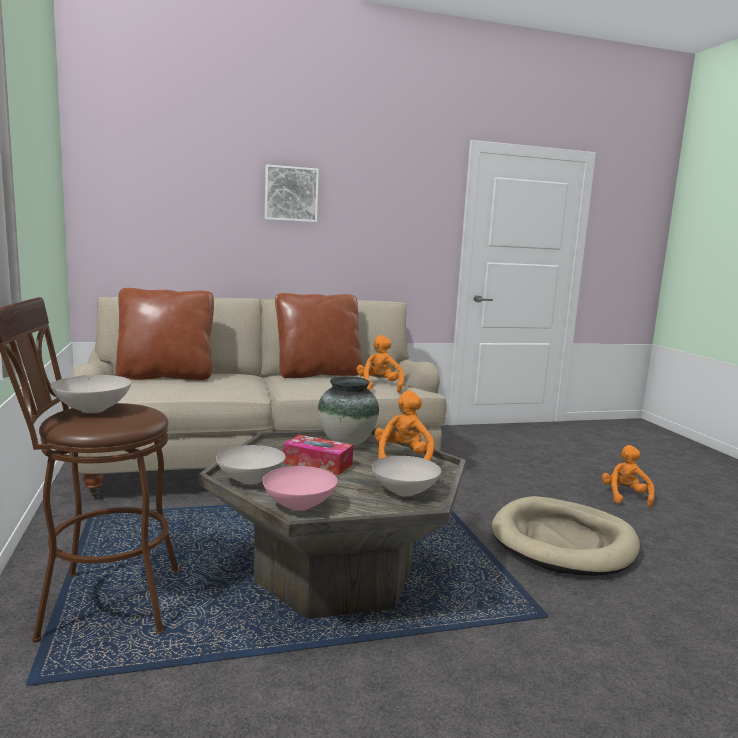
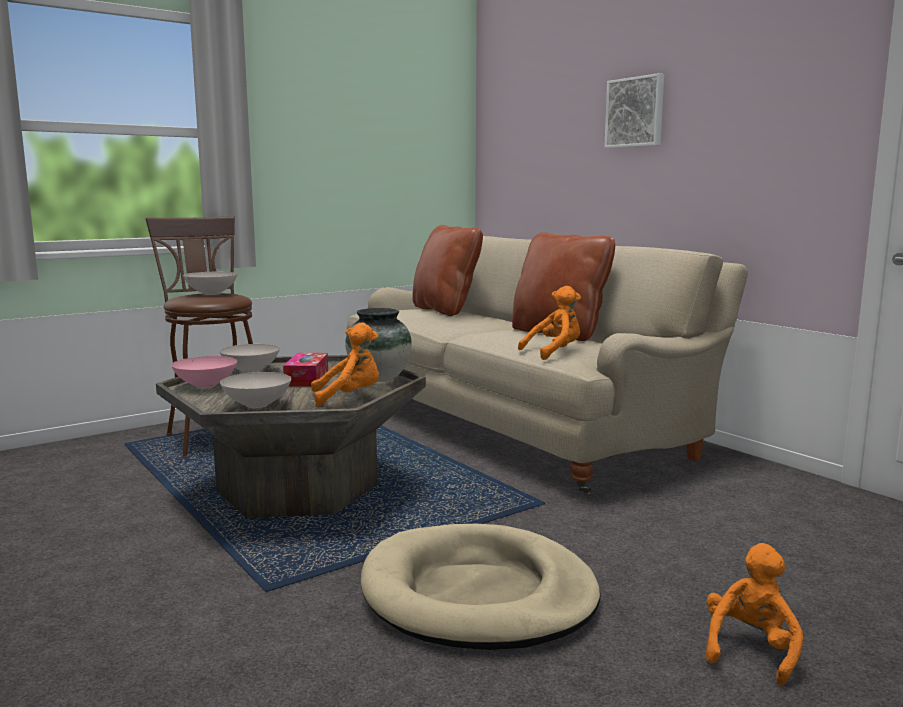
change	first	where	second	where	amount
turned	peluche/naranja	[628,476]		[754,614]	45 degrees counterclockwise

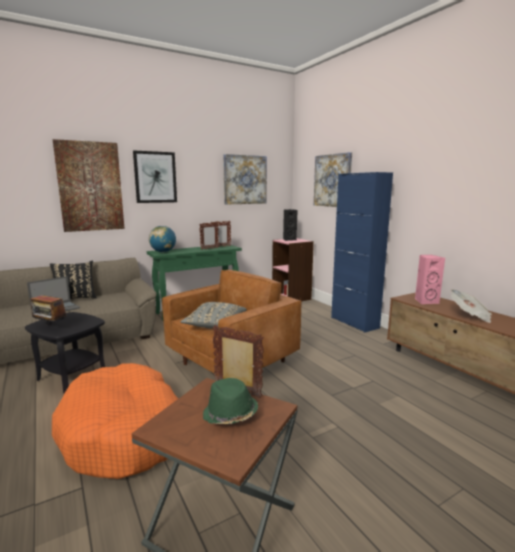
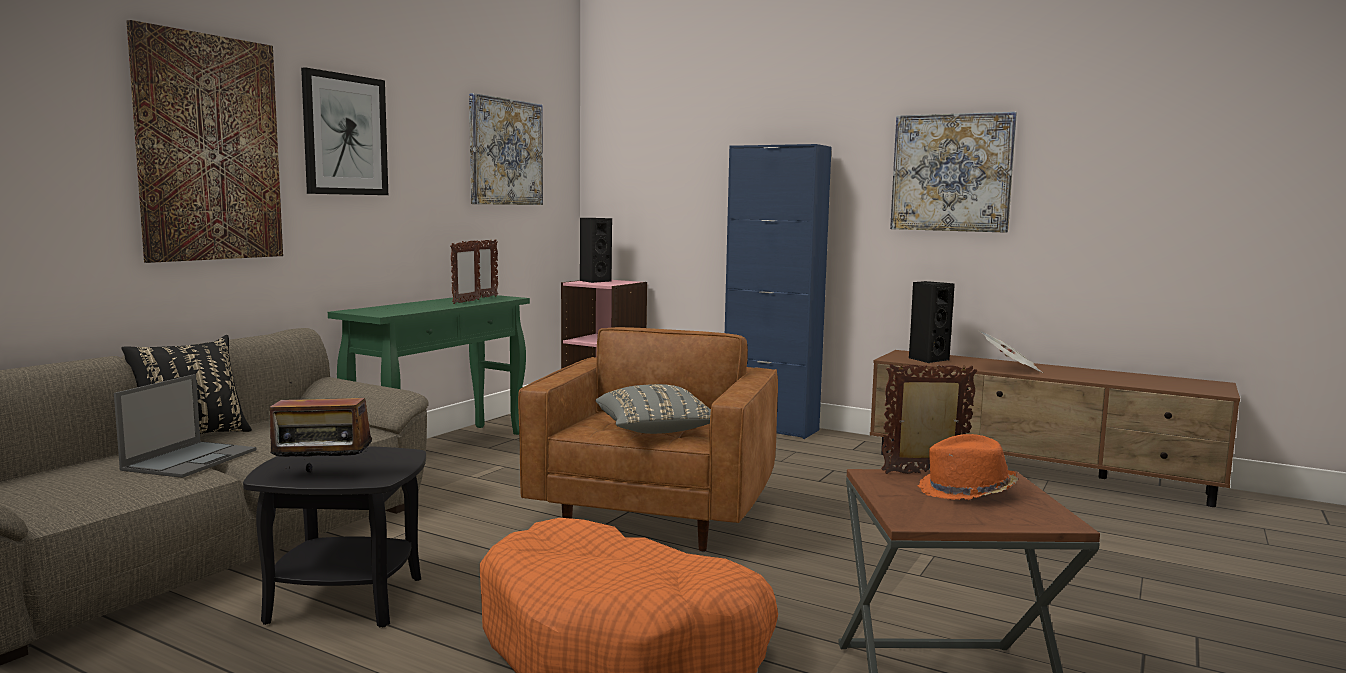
change	first	where	second	where	amount
moved	cuadro	[333,179]		[953,172]	
removed	globo terráqueo	[162,239]			
recoloured	altavoz/rosa	[430,279]	altavoz/negro	[932,322]	
recoloured	sombrero/verde	[230,401]	sombrero/naranja	[967,467]	

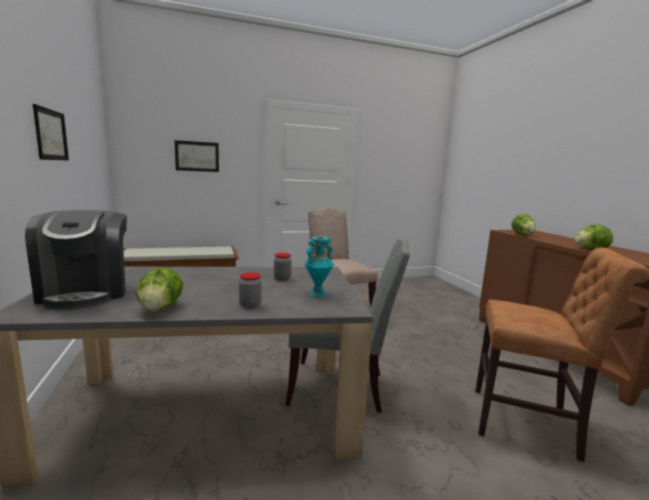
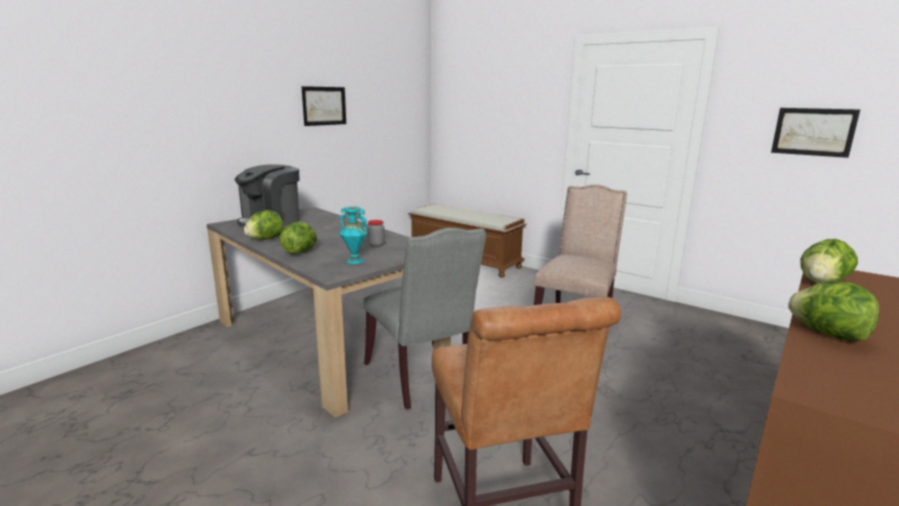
change	first	where	second	where	amount
moved	cuadro	[196,156]		[815,133]	
replaced	tarro	[250,290]	lechuga	[298,238]	

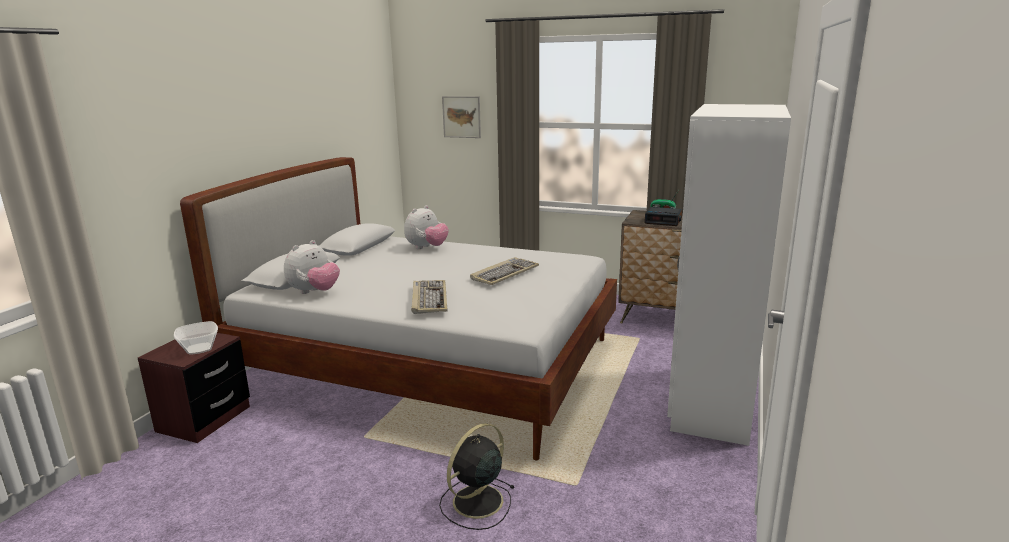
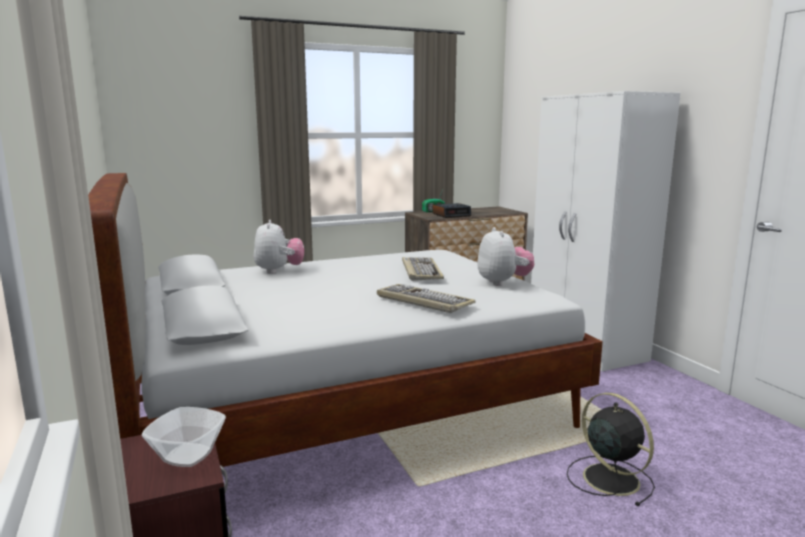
change	first	where	second	where	amount
removed	cuadro	[461,117]			
moved	peluche	[312,267]		[505,256]	
turned	ventilador/negro	[477,476]		[611,449]	150 degrees clockwise

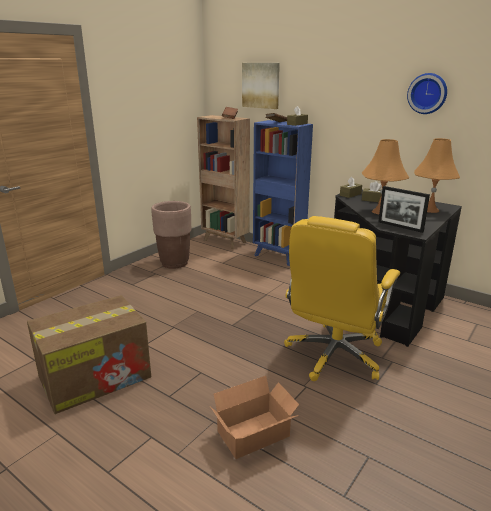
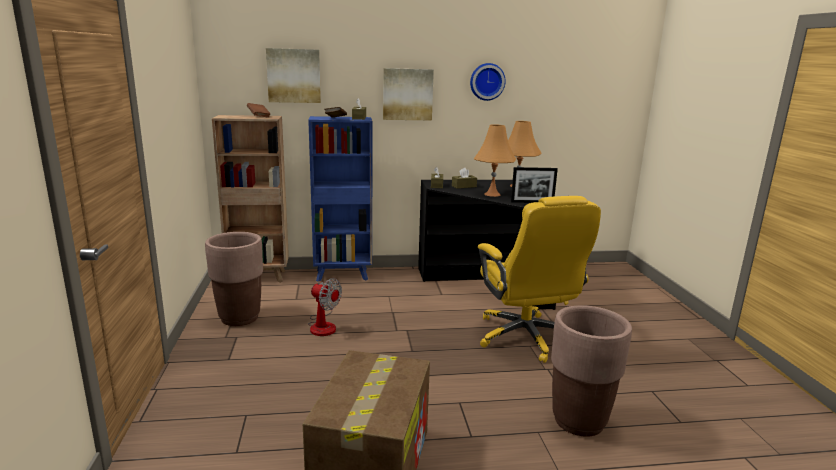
change	first	where	second	where	amount
replaced	caja de cartón	[254,417]	maceta/marrón	[591,371]	
added			cuadro	[408,94]	
added			ventilador	[325,307]	

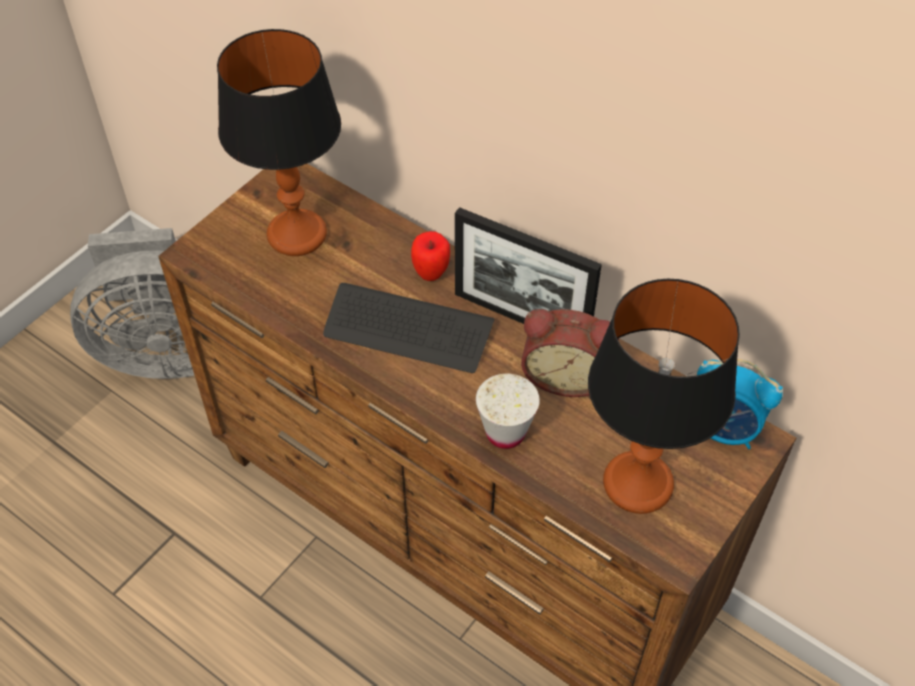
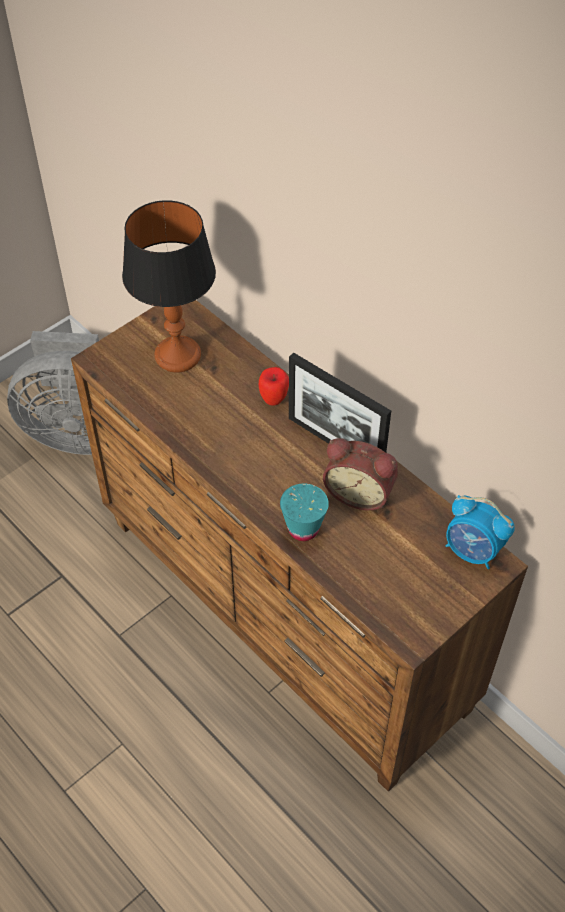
change	first	where	second	where	amount
removed	lámpara de mesa	[664,396]			
removed	teclado	[409,328]			
recoloured	taza/blanco	[508,411]	taza/turquesa	[304,512]	

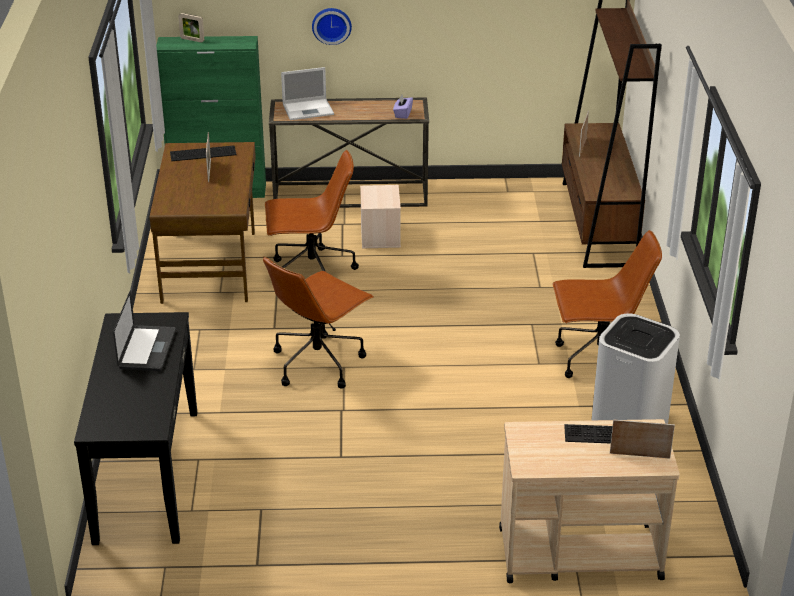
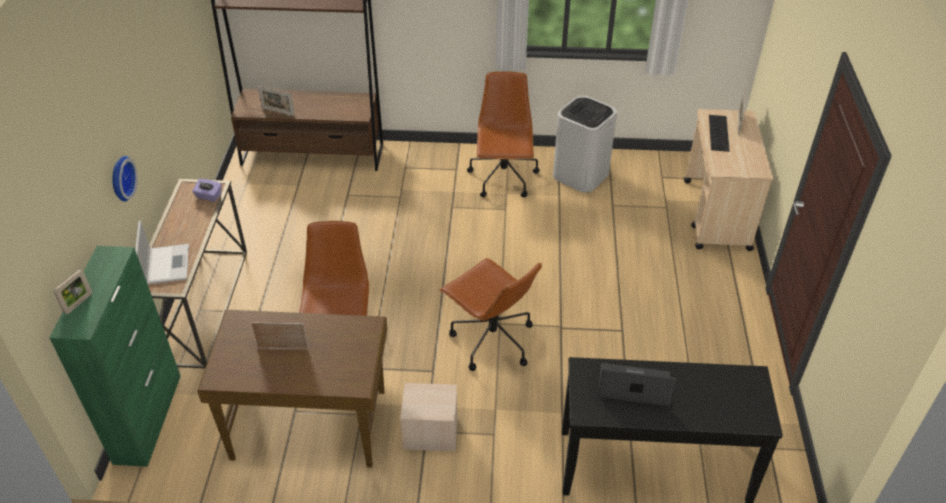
change	first	where	second	where	amount
removed	teclado	[203,153]			
moved	caja de almacenaje/beis	[380,216]		[429,417]	

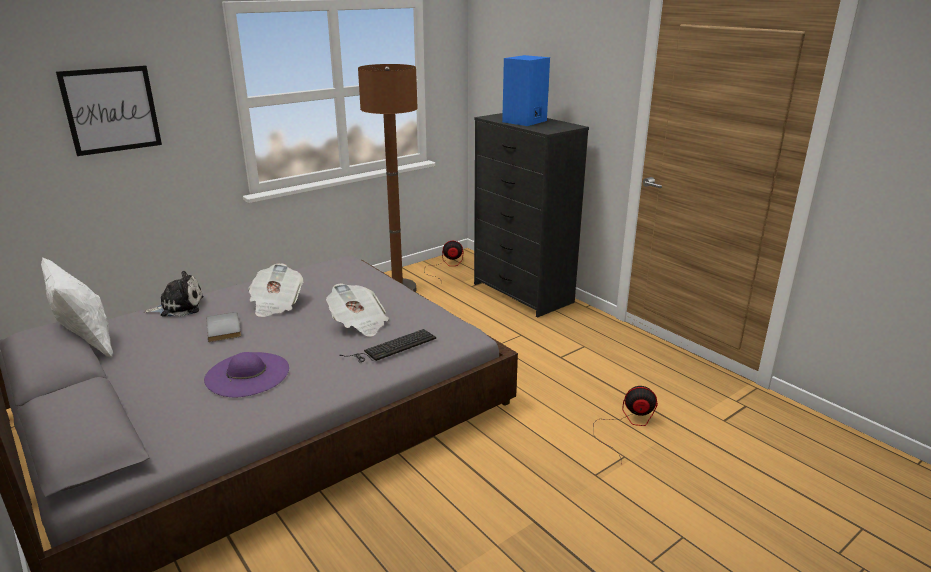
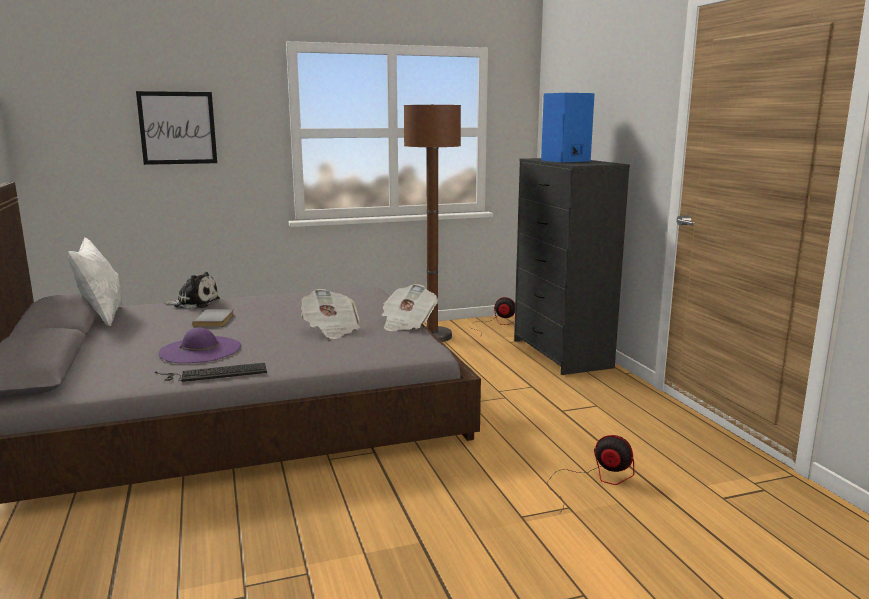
change	first	where	second	where	amount
moved	periódico	[275,290]		[410,307]	
moved	teclado	[387,346]		[211,372]	

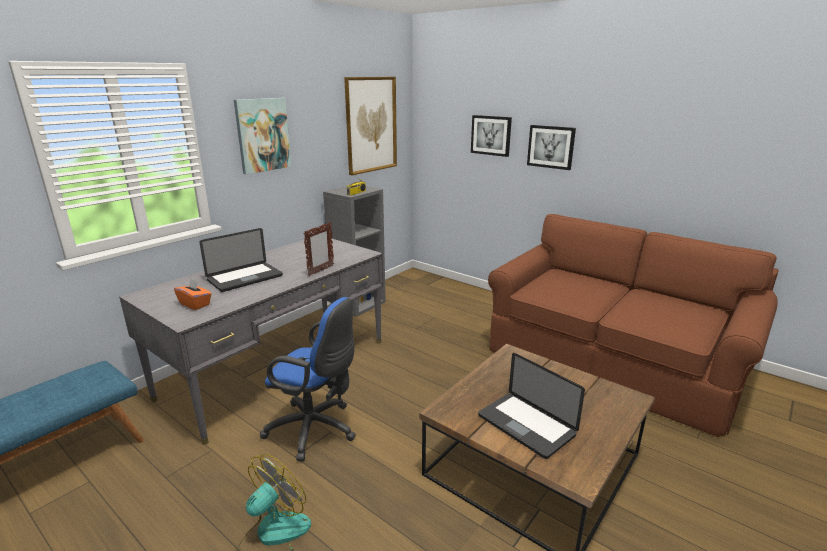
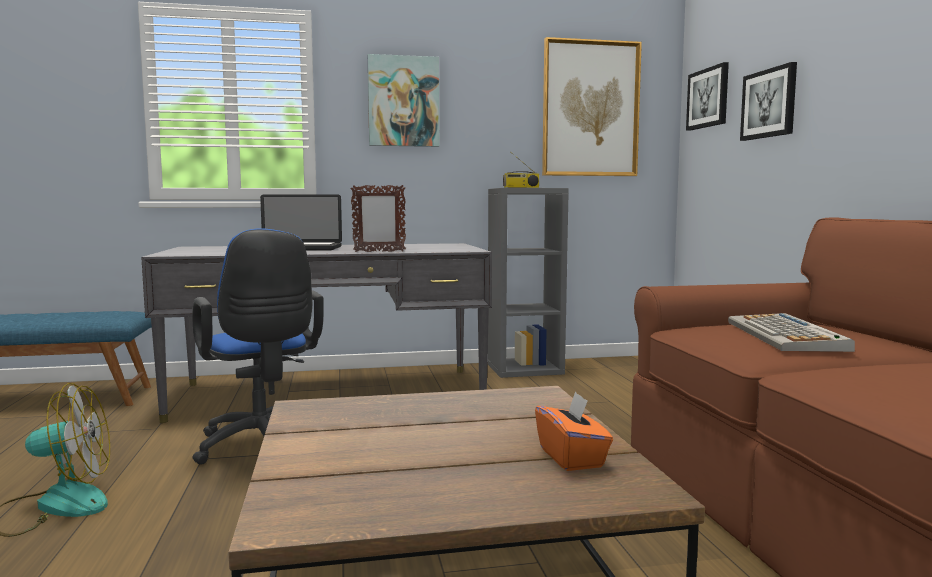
change	first	where	second	where	amount
moved	cuadro	[551,147]		[707,96]	
moved	caja de pañuelos/naranja	[193,294]		[574,431]	
removed	portátil	[531,406]			
added			teclado	[791,332]	

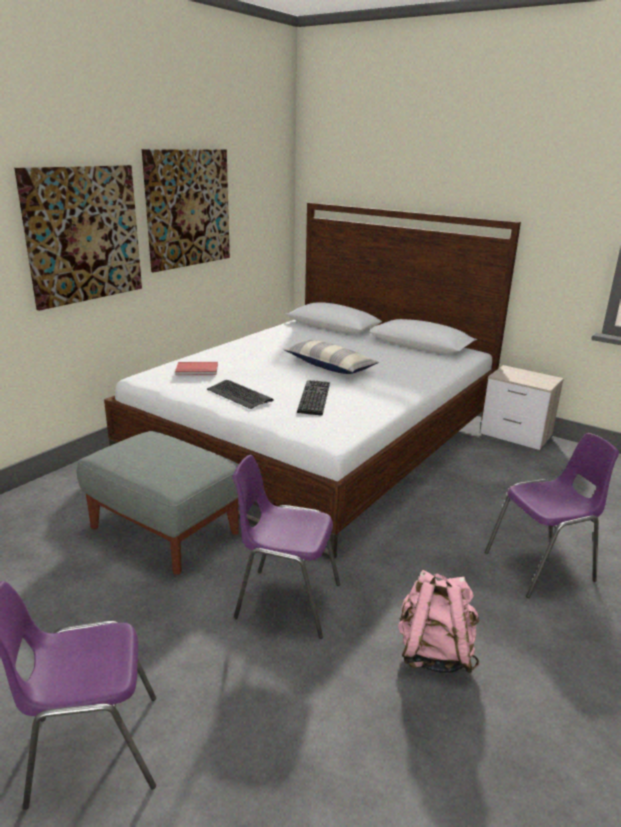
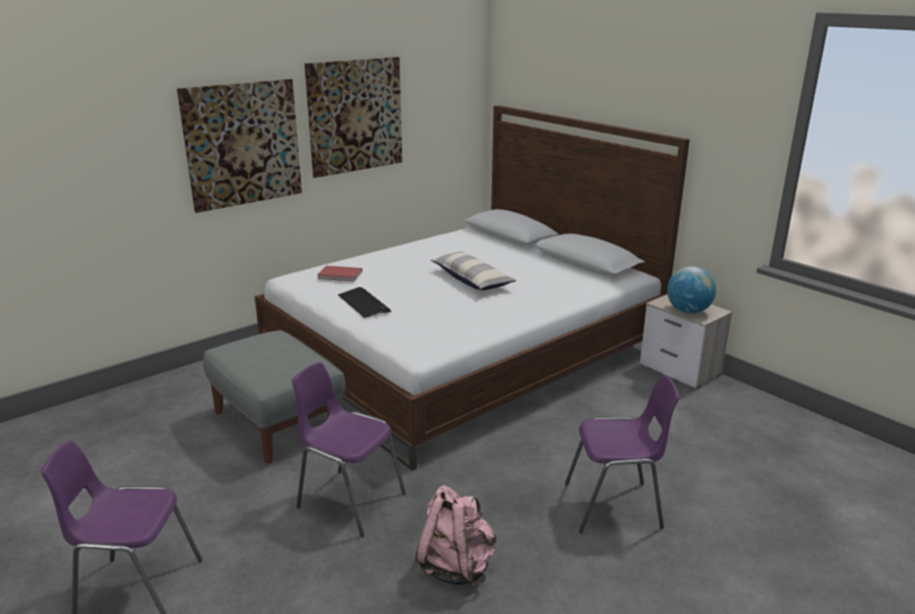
change	first	where	second	where	amount
removed	teclado	[313,398]			
added			globo terráqueo	[691,290]	

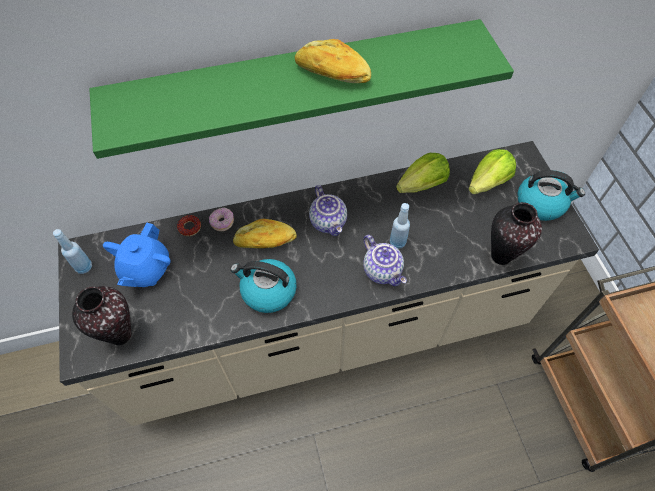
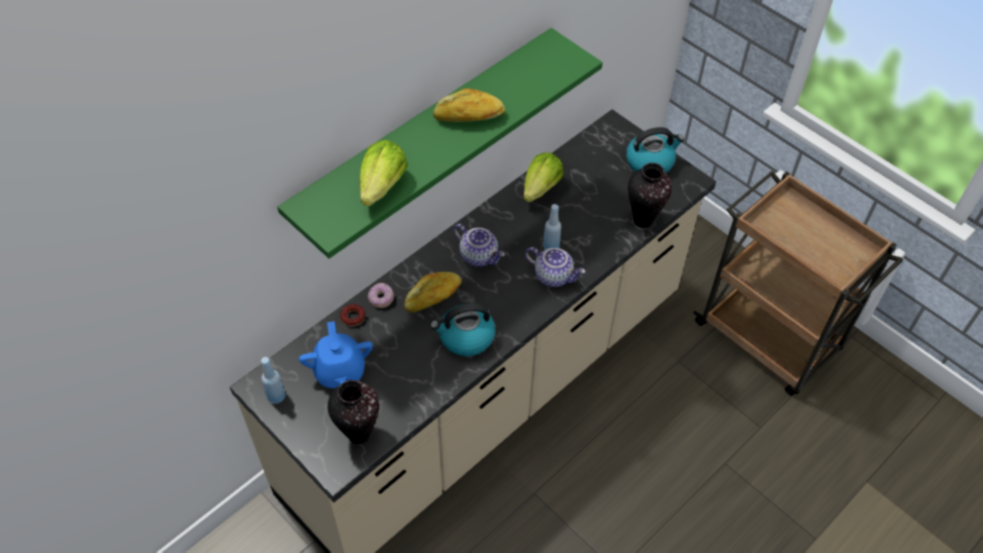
change	first	where	second	where	amount
moved	lechuga	[492,171]		[384,173]	

